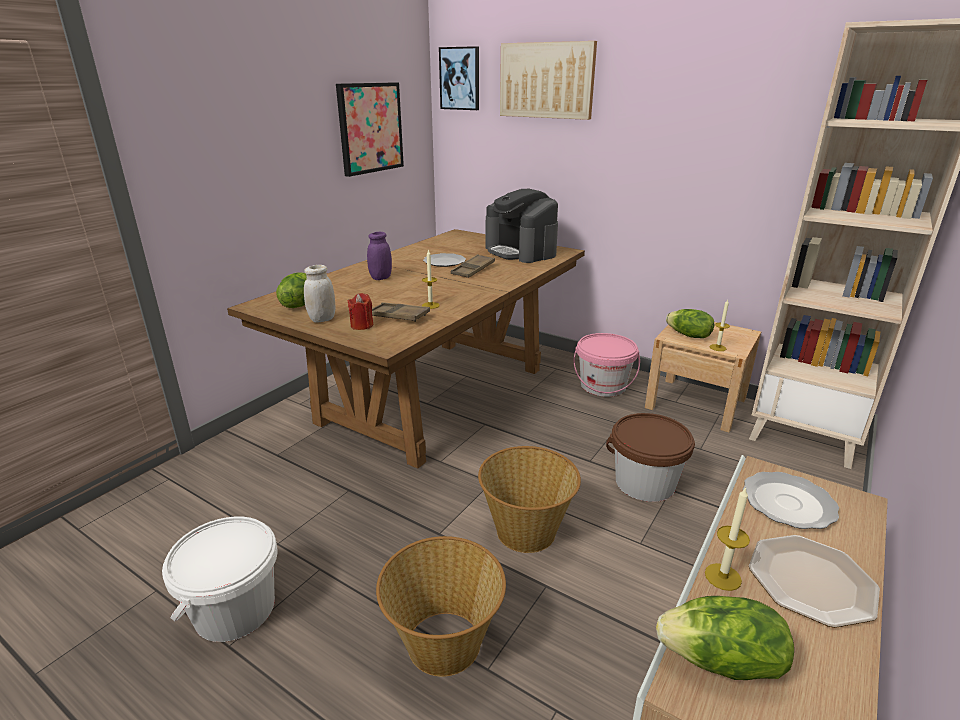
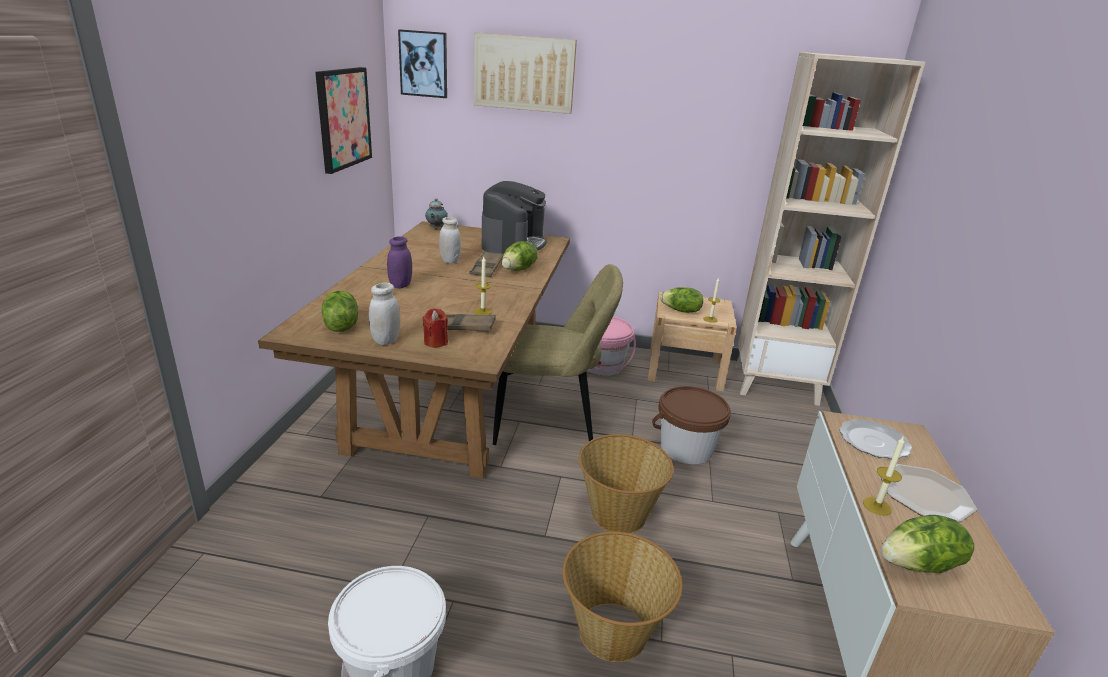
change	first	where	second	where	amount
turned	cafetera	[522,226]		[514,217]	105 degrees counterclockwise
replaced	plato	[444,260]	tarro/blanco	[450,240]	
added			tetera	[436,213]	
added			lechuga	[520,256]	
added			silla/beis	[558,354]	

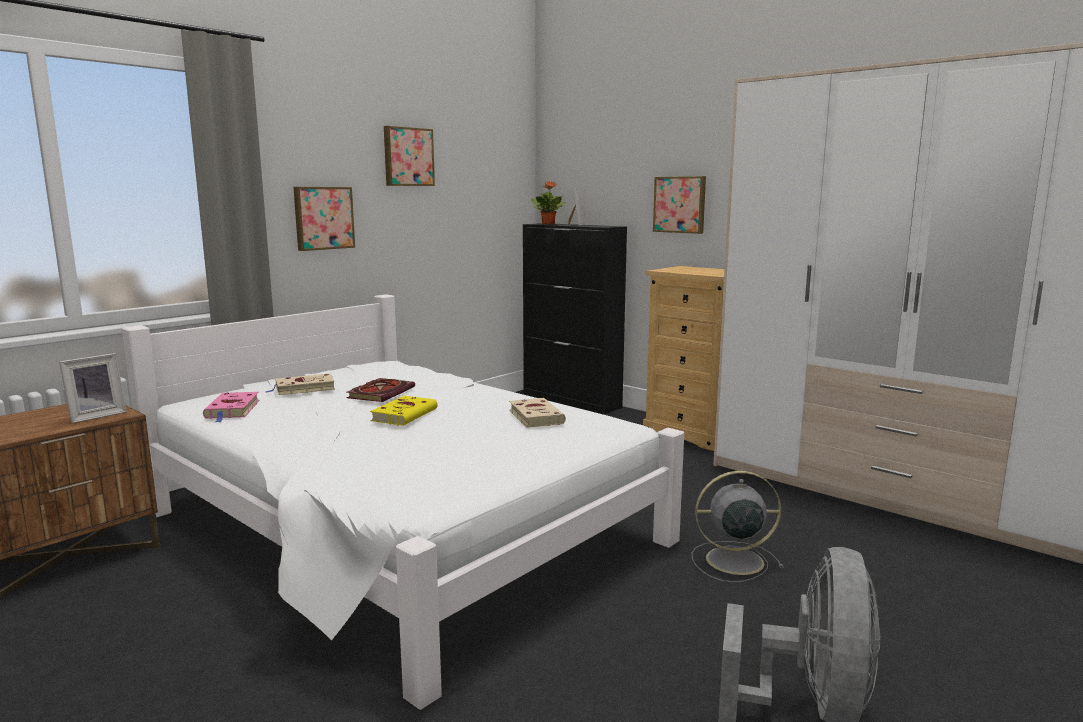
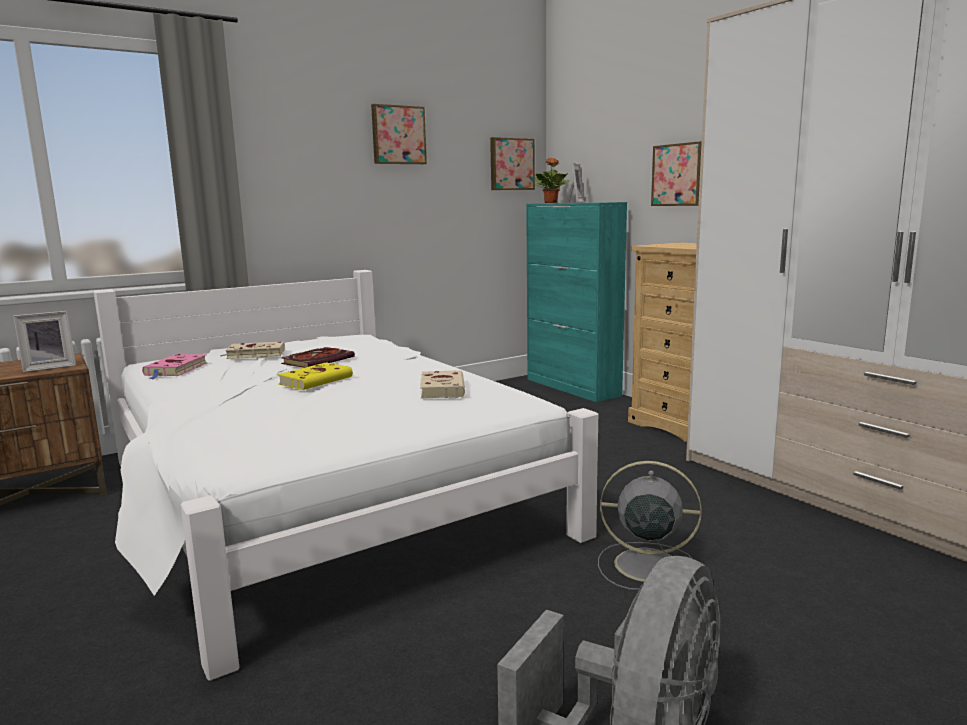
change	first	where	second	where	amount
moved	cuadro	[324,219]		[512,163]	
recoloured	armario/negro	[575,319]	armario/turquesa	[576,302]	

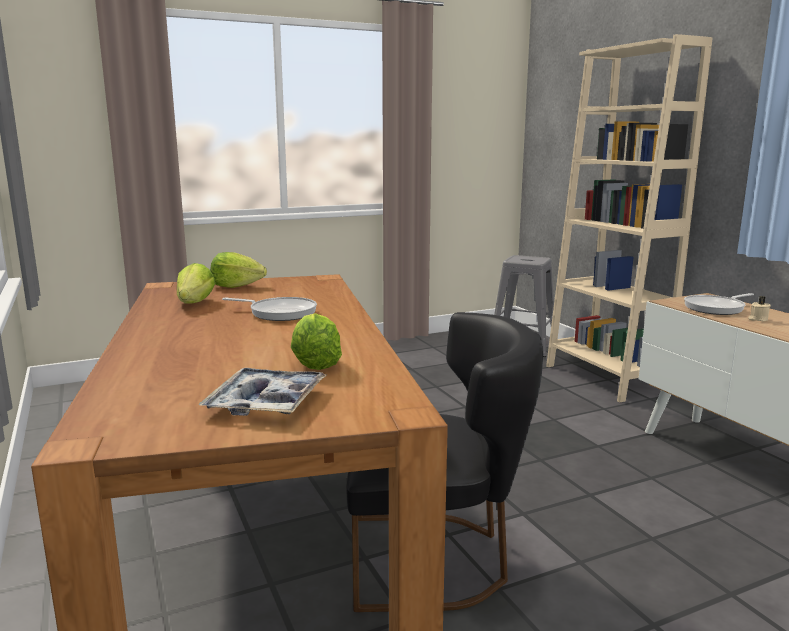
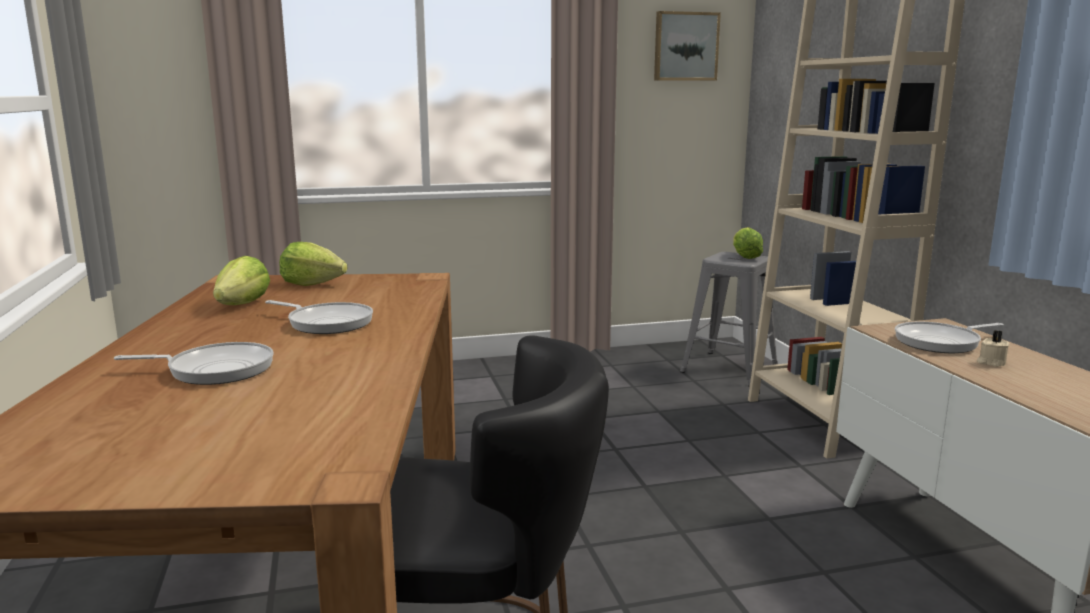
change	first	where	second	where	amount
moved	lechuga	[316,341]		[748,243]	
removed	bandeja	[262,392]			
added			cuadro	[687,46]	
added			sartén	[194,363]	

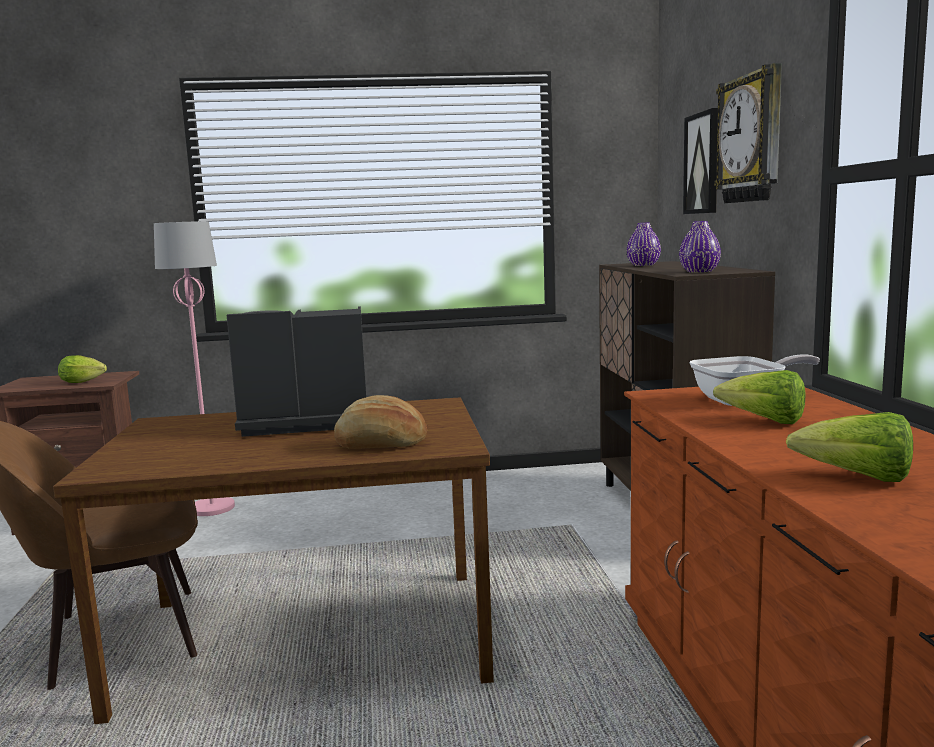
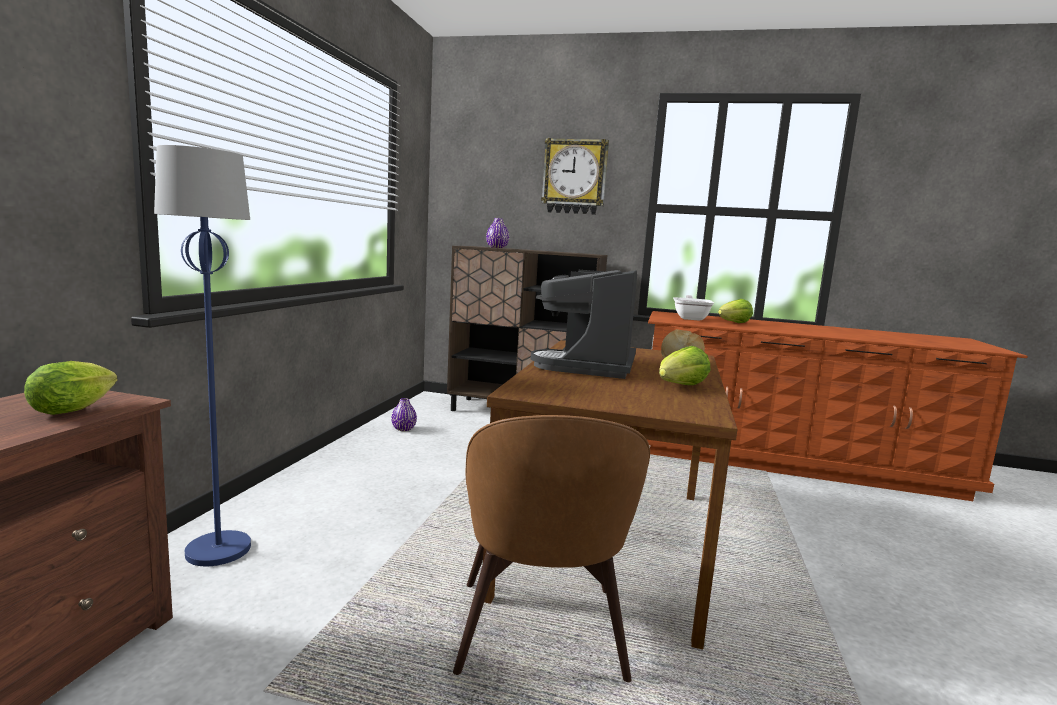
change	first	where	second	where	amount
removed	cuadro	[700,161]			
recoloured	lámpara de pie/rosa	[194,368]	lámpara de pie/azul	[202,355]	
moved	florero/morado	[700,247]		[404,414]	
moved	lechuga	[849,447]		[685,365]	

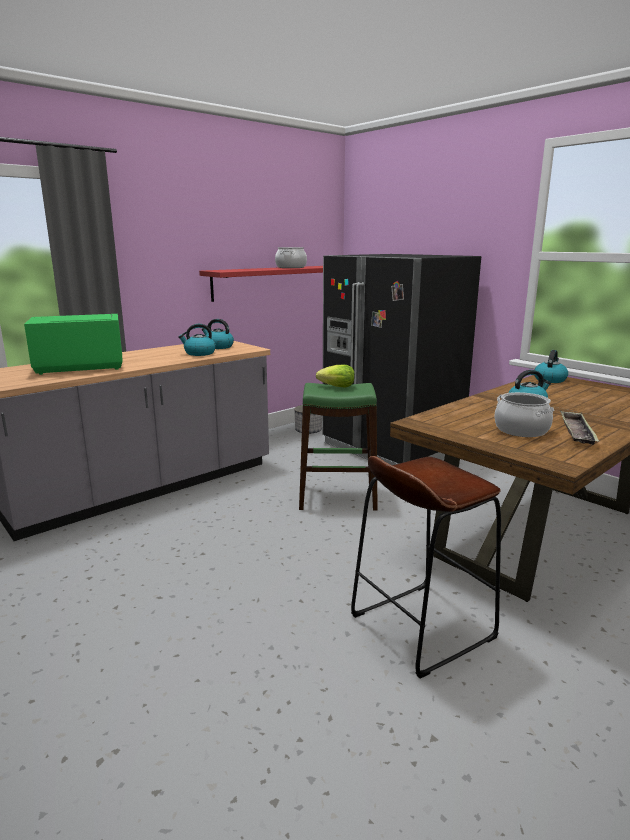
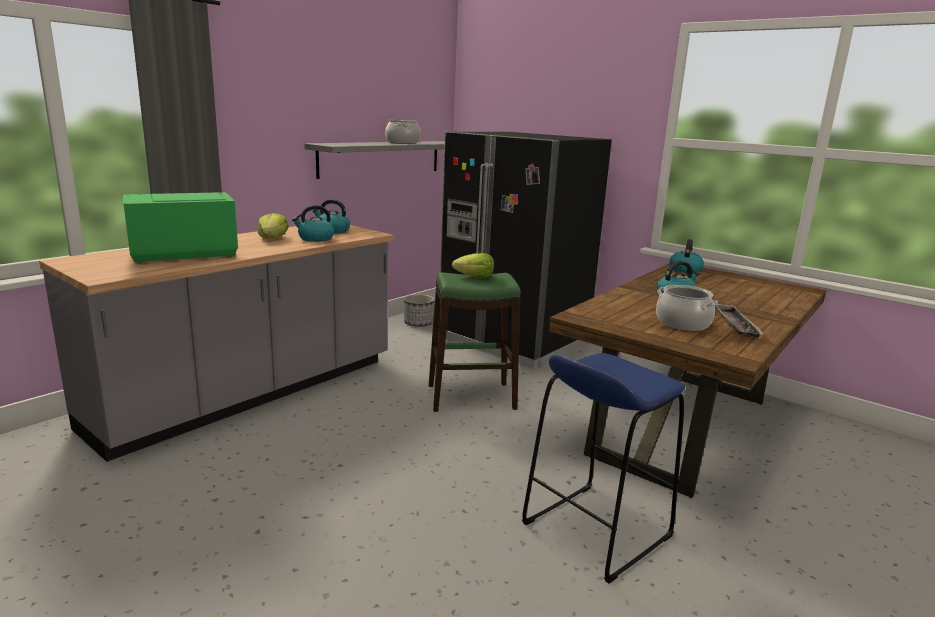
change	first	where	second	where	amount
recoloured	estante/rojo	[261,284]	estante/gris	[374,160]	
recoloured	taburete/marrón	[426,567]	taburete/azul	[603,468]	
added			lechuga	[273,226]	

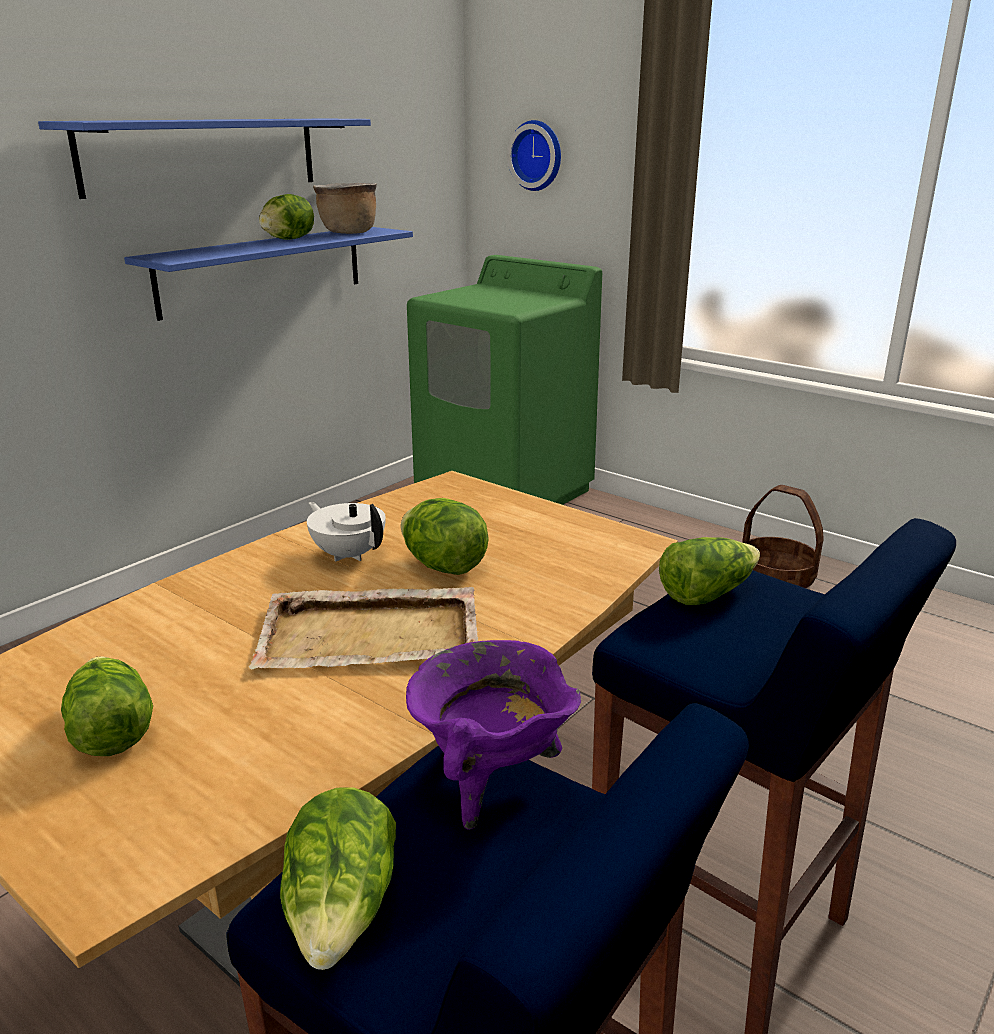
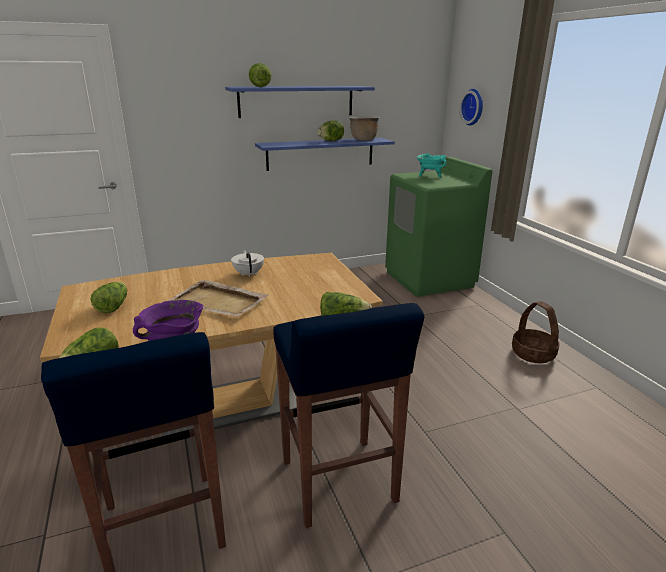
change	first	where	second	where	amount
moved	lechuga	[445,536]		[260,75]	
added			olla/turquesa	[431,165]	

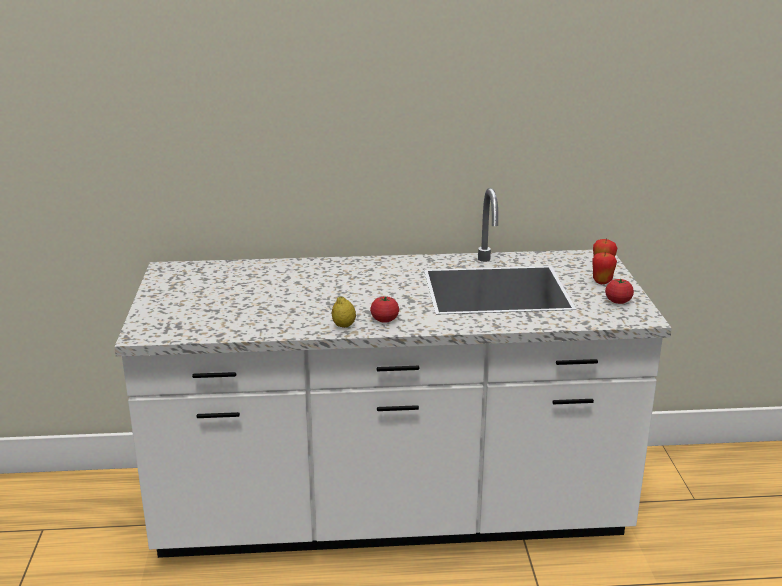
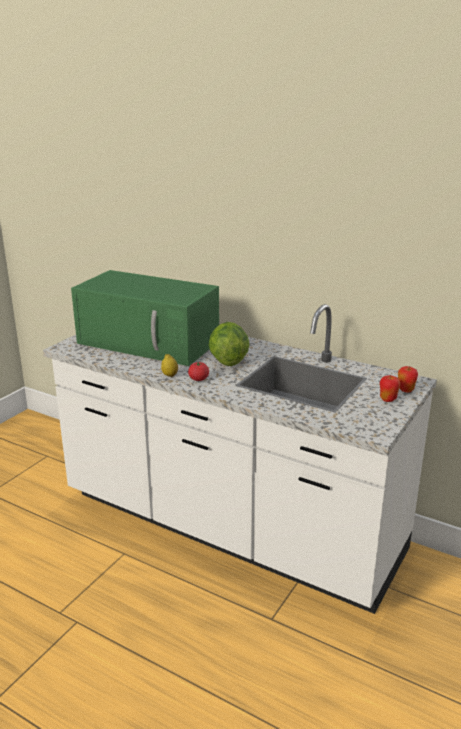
change	first	where	second	where	amount
removed	tomate	[619,291]			
added			microondas/verde	[145,318]	
added			lechuga	[229,344]	

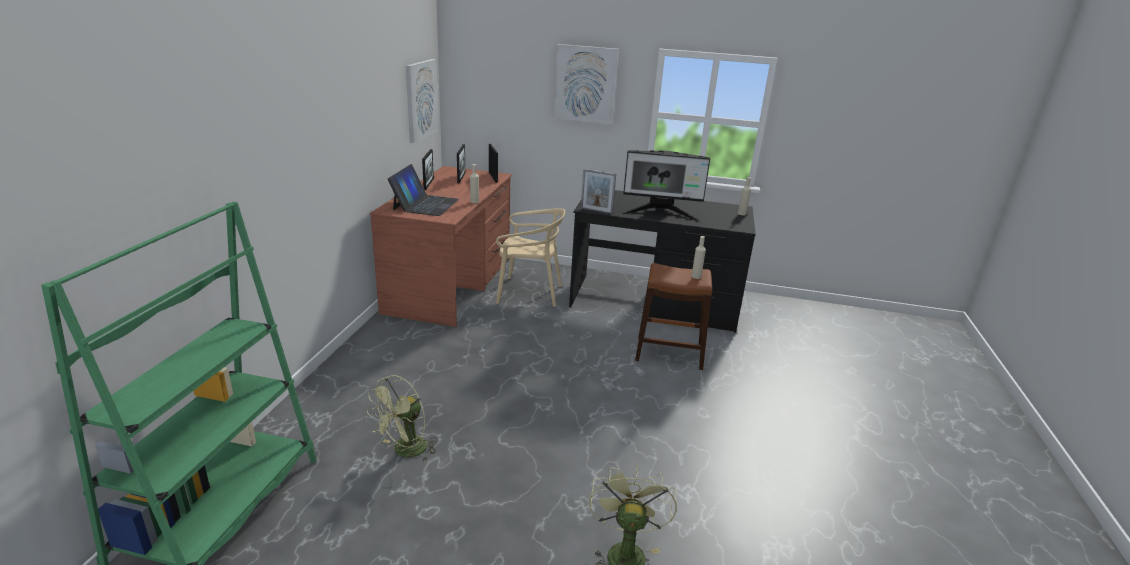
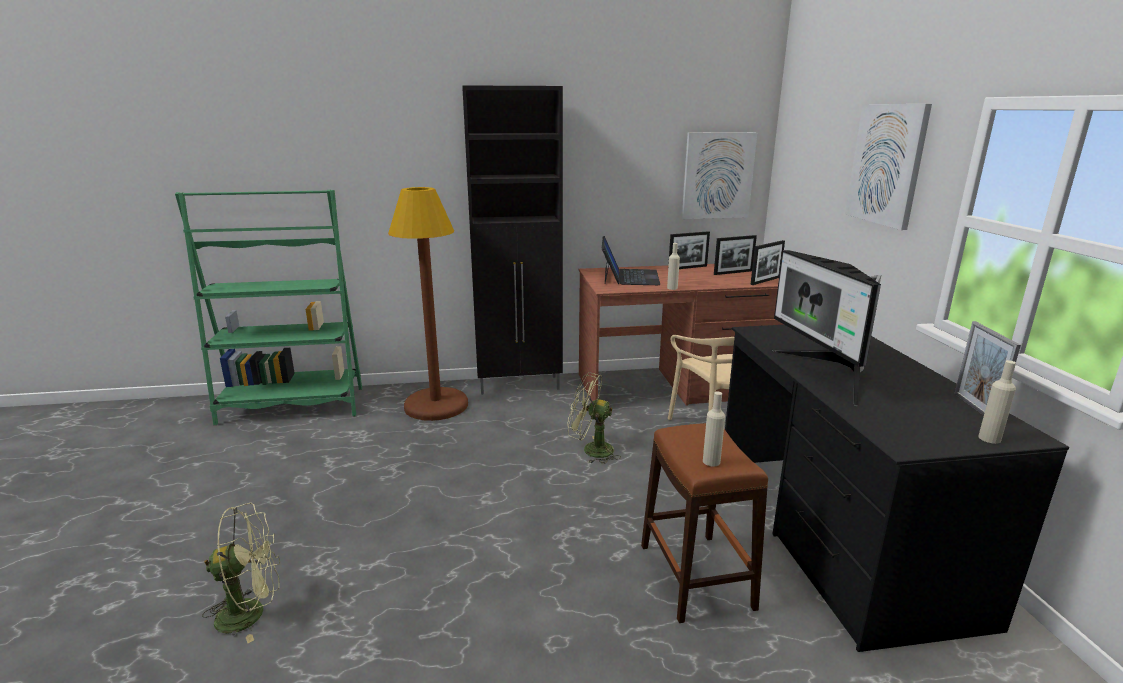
change	first	where	second	where	amount
turned	portátil	[423,190]		[631,260]	75 degrees counterclockwise
moved	portarretratos	[598,191]		[987,368]	
moved	ventilador/verde	[402,418]		[594,418]	
added			armario/negro	[512,240]	
added			lámpara de pie/marrón	[428,304]	

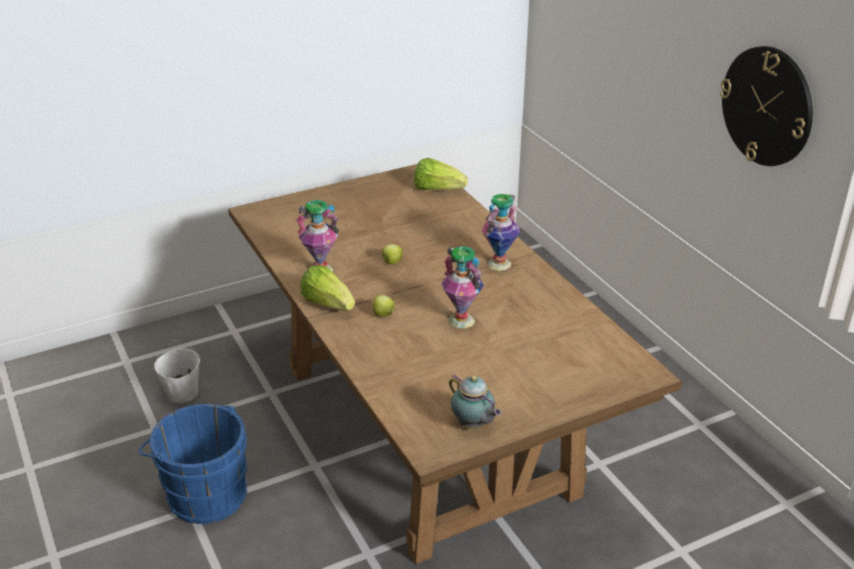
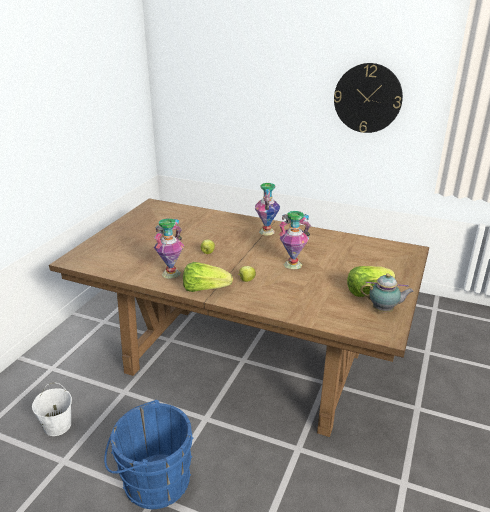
change	first	where	second	where	amount
moved	lechuga	[441,174]		[371,281]	

